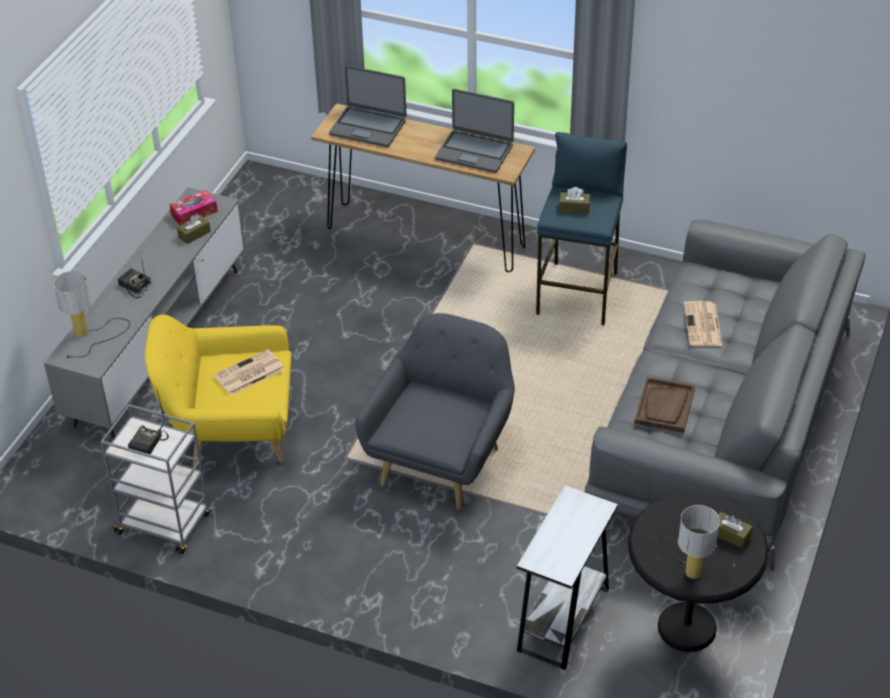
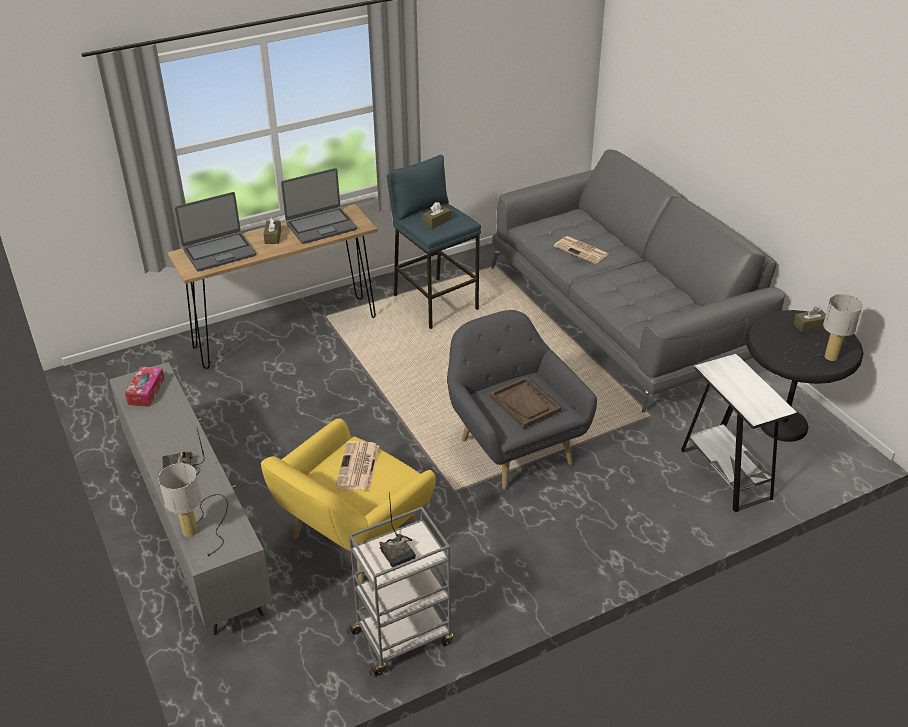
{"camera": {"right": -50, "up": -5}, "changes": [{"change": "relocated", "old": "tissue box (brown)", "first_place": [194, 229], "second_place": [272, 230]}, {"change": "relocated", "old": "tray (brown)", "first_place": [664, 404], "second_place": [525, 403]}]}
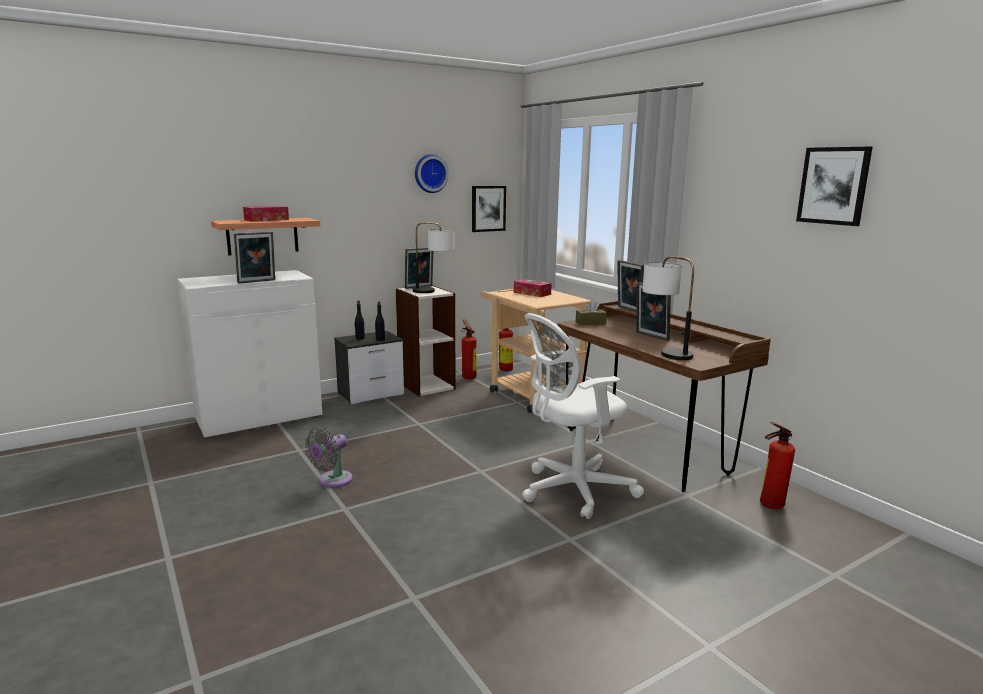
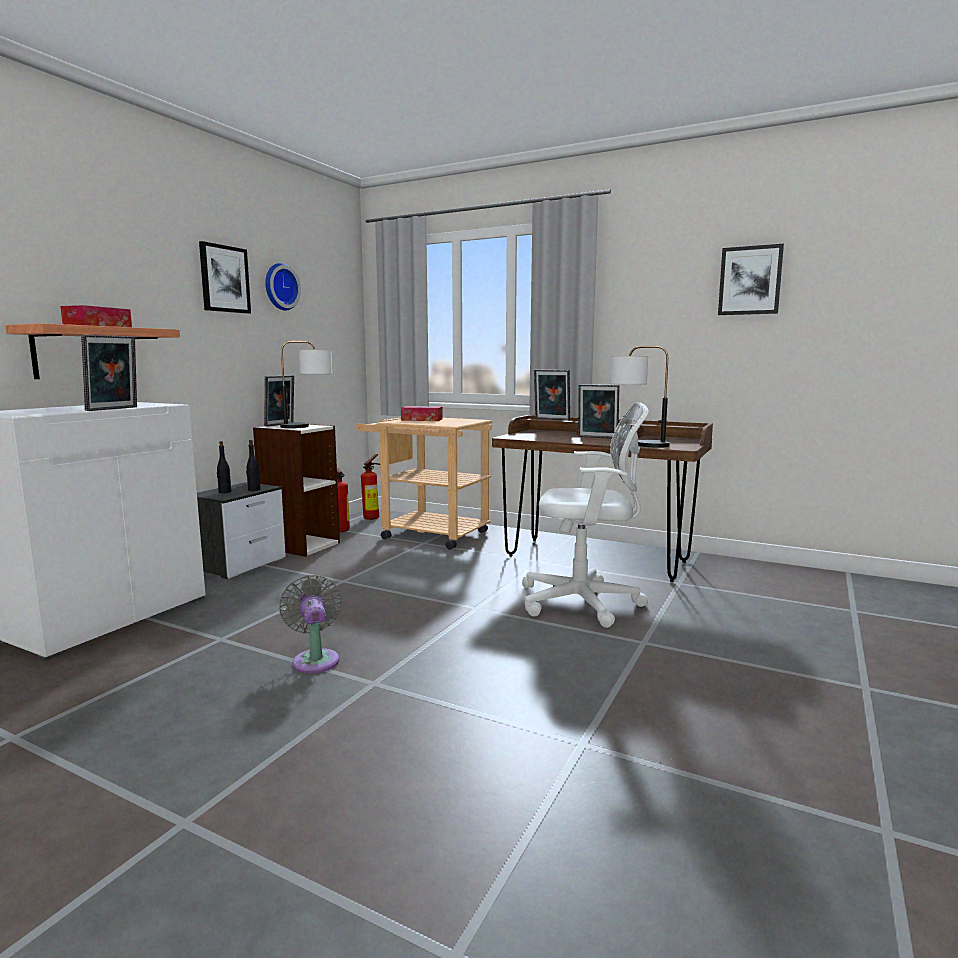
{"camera": {"right": -30, "up": -5}, "changes": [{"change": "relocated", "old": "picture", "first_place": [489, 209], "second_place": [225, 277]}, {"change": "spun", "old": "fan (grey)", "first_place": [329, 457], "second_place": [310, 624], "degrees": 150}, {"change": "spun", "old": "office chair (white)", "first_place": [583, 416], "second_place": [585, 515], "degrees": -120}, {"change": "missing", "old": "tissue box (brown)", "first_place": [591, 312]}, {"change": "missing", "old": "fire extinguisher", "first_place": [777, 465]}]}
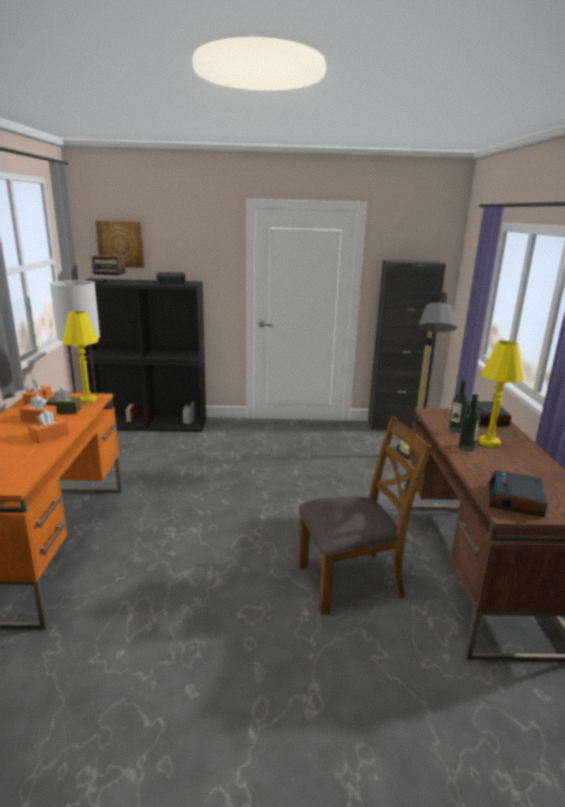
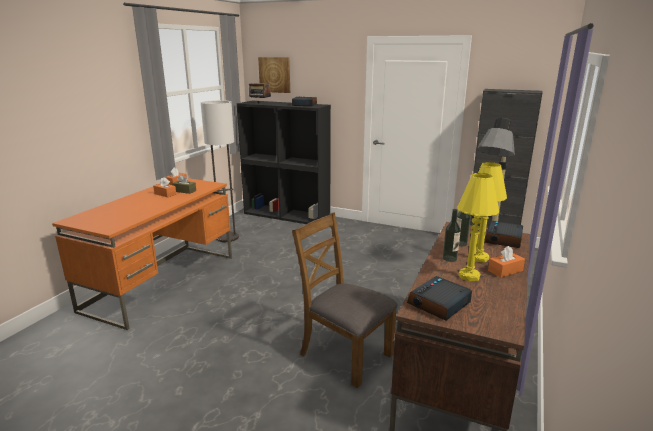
{"camera": {"right": 25, "up": 0}, "changes": [{"change": "spun", "old": "chair (brown)", "first_place": [365, 515], "second_place": [345, 300], "degrees": -150}, {"change": "relocated", "old": "table lamp (yellow)", "first_place": [81, 357], "second_place": [478, 227]}, {"change": "relocated", "old": "tissue box (orange)", "first_place": [48, 427], "second_place": [506, 262]}]}
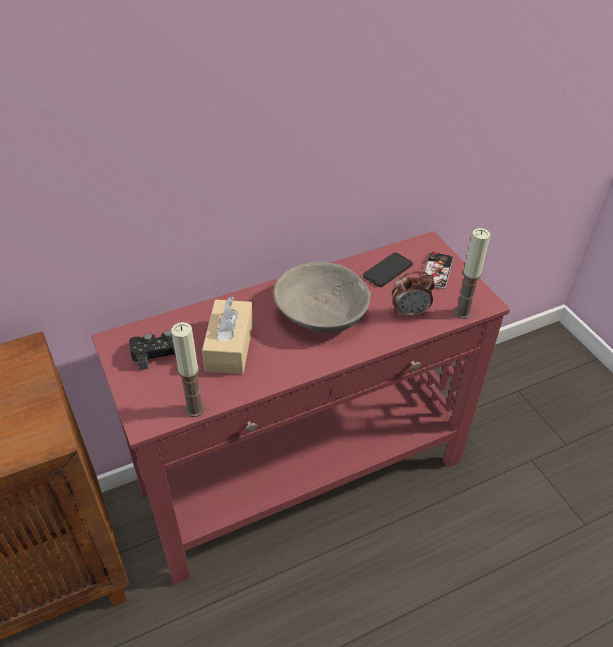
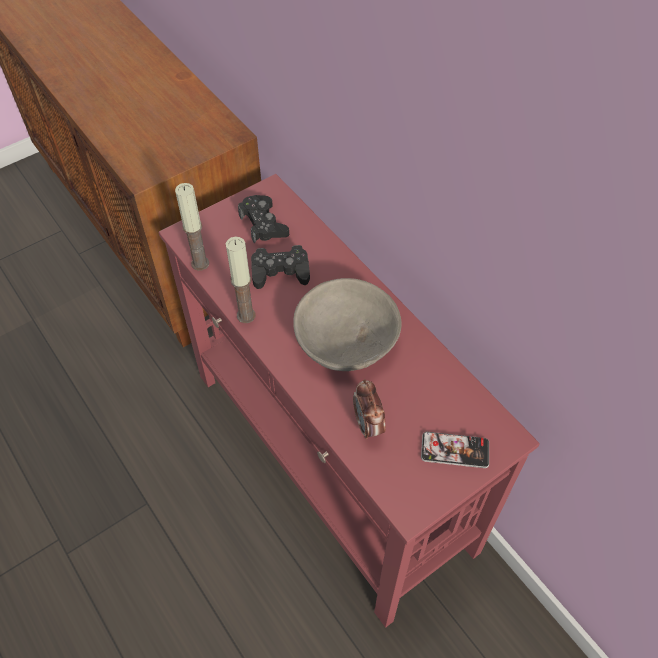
{"camera": {"right": 80, "up": 10}, "changes": [{"change": "relocated", "old": "candle", "first_place": [472, 273], "second_place": [241, 280]}, {"change": "exchanged", "old": "tissue box (beige)", "new": "game controller (black)", "first_place": [227, 335], "second_place": [280, 267]}, {"change": "missing", "old": "phone", "first_place": [388, 270]}]}
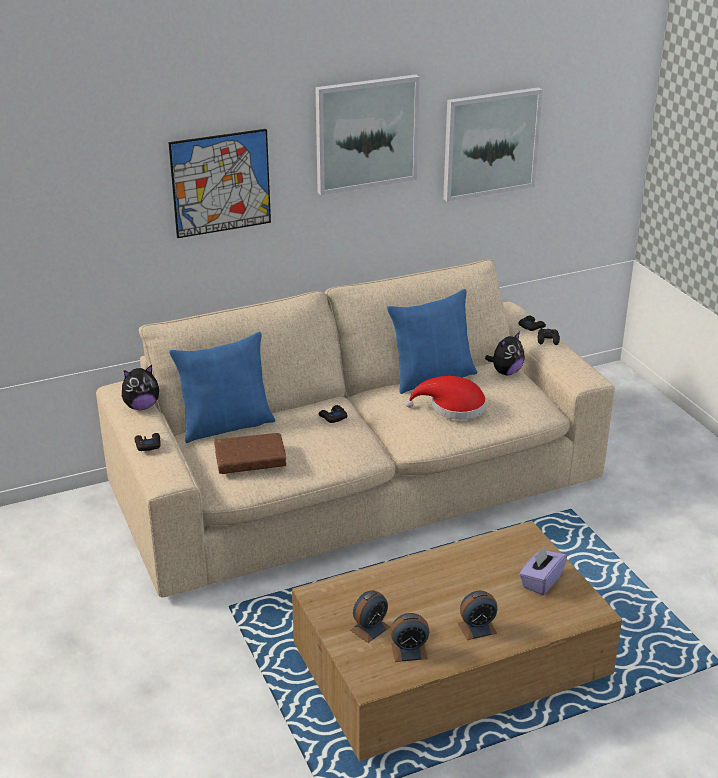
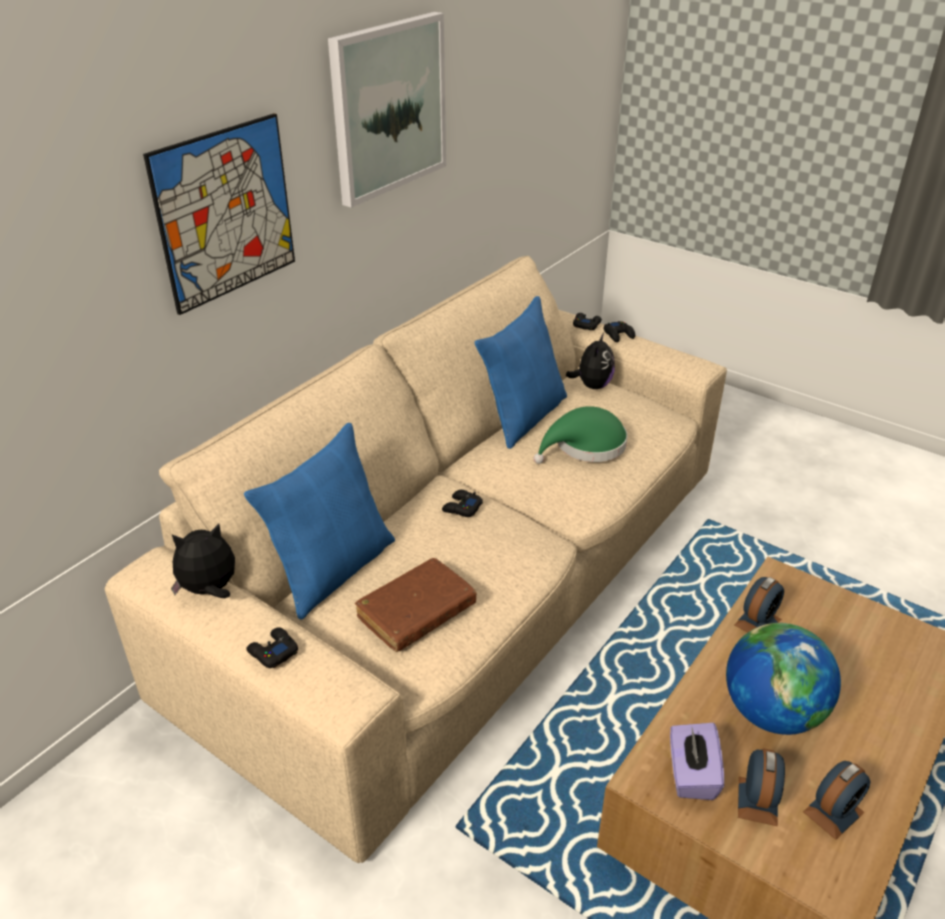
{"camera": {"right": -30, "up": 5}, "changes": [{"change": "spun", "old": "plush toy", "first_place": [140, 387], "second_place": [203, 560], "degrees": -150}, {"change": "colour", "old": "hat (red)", "new": "hat (green)", "first_place": [445, 398], "second_place": [580, 435]}, {"change": "relocated", "old": "tissue box (purple)", "first_place": [543, 570], "second_place": [697, 761]}, {"change": "appeared", "new": "globe", "second_place": [783, 679]}, {"change": "relocated", "old": "alarm clock", "first_place": [477, 615], "second_place": [759, 605]}, {"change": "missing", "old": "picture", "first_place": [493, 144]}]}
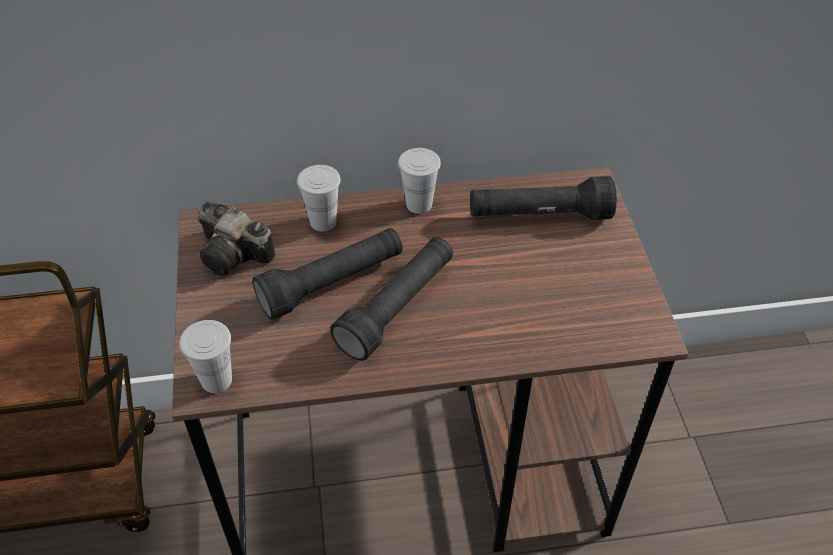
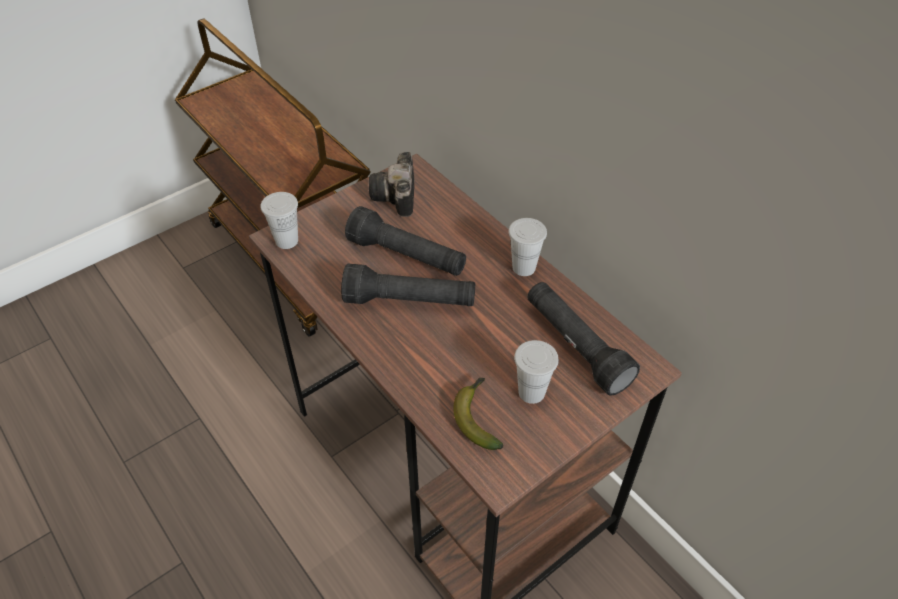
{"camera": {"right": 60, "up": 0}, "changes": [{"change": "appeared", "new": "banana", "second_place": [478, 414]}, {"change": "relocated", "old": "cup (white)", "first_place": [319, 198], "second_place": [536, 372]}]}
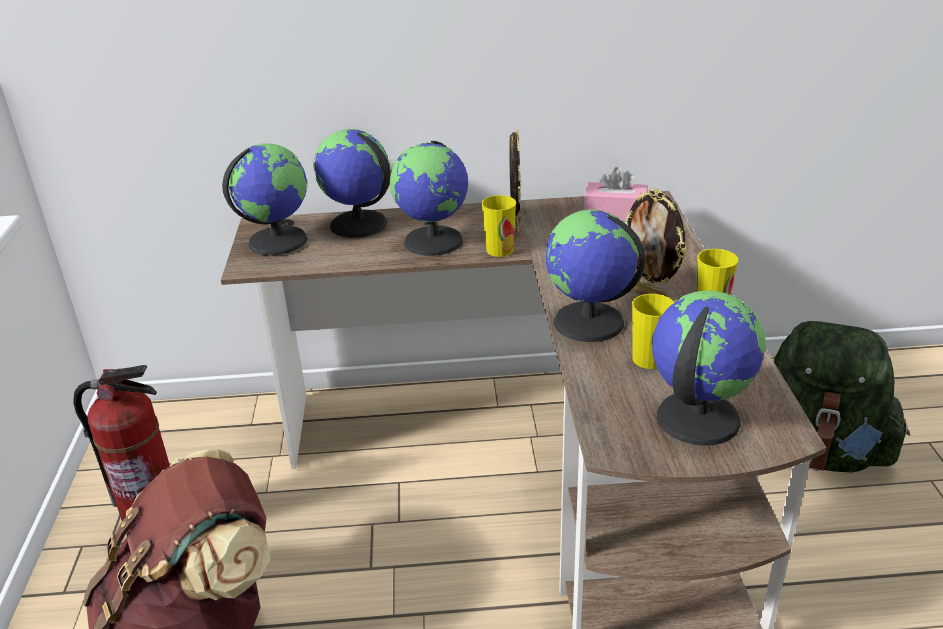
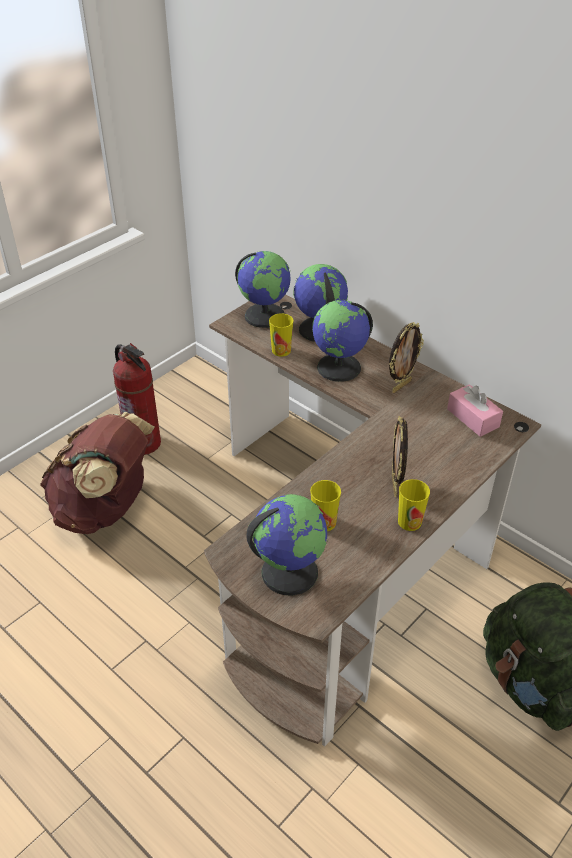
{"camera": {"right": 45, "up": 10}, "changes": [{"change": "relocated", "old": "cup", "first_place": [499, 226], "second_place": [281, 335]}, {"change": "missing", "old": "globe", "first_place": [596, 275]}]}
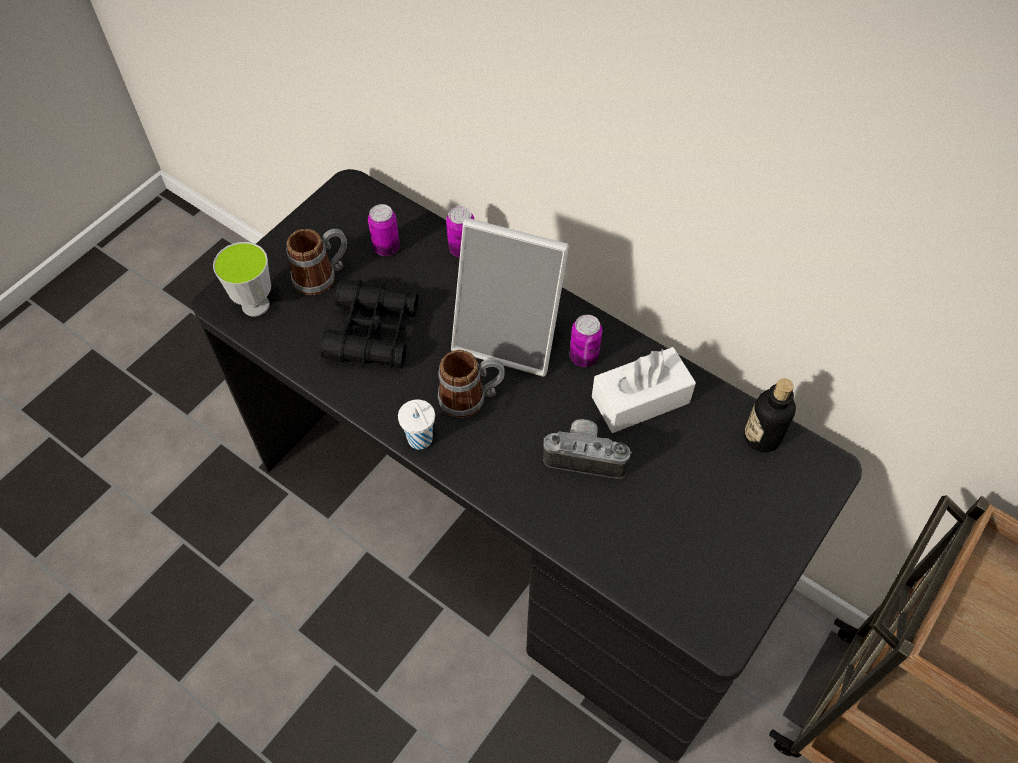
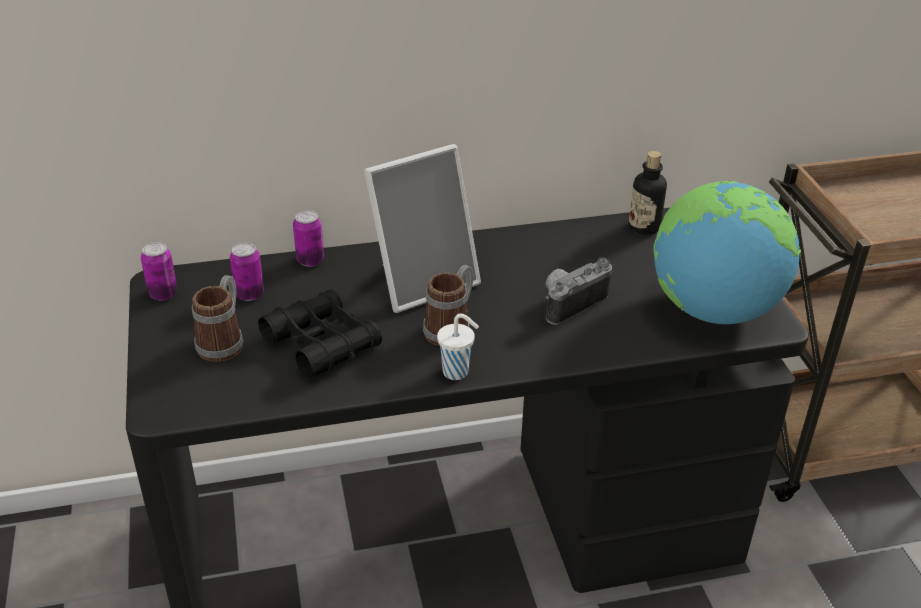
{"camera": {"right": -50, "up": -20}, "changes": [{"change": "relocated", "old": "can", "first_place": [586, 341], "second_place": [159, 271]}, {"change": "appeared", "new": "globe", "second_place": [727, 252]}, {"change": "missing", "old": "cup", "first_place": [242, 279]}, {"change": "missing", "old": "tissue box (white)", "first_place": [644, 390]}]}
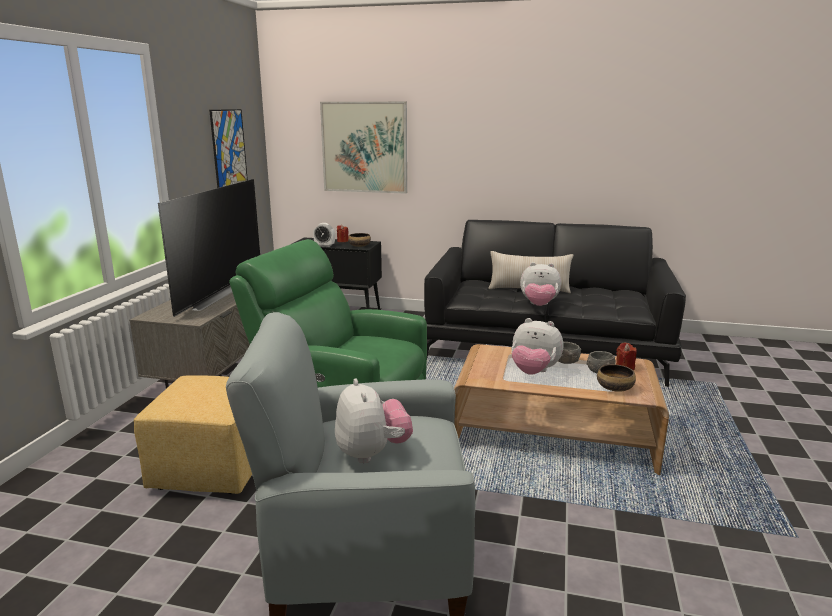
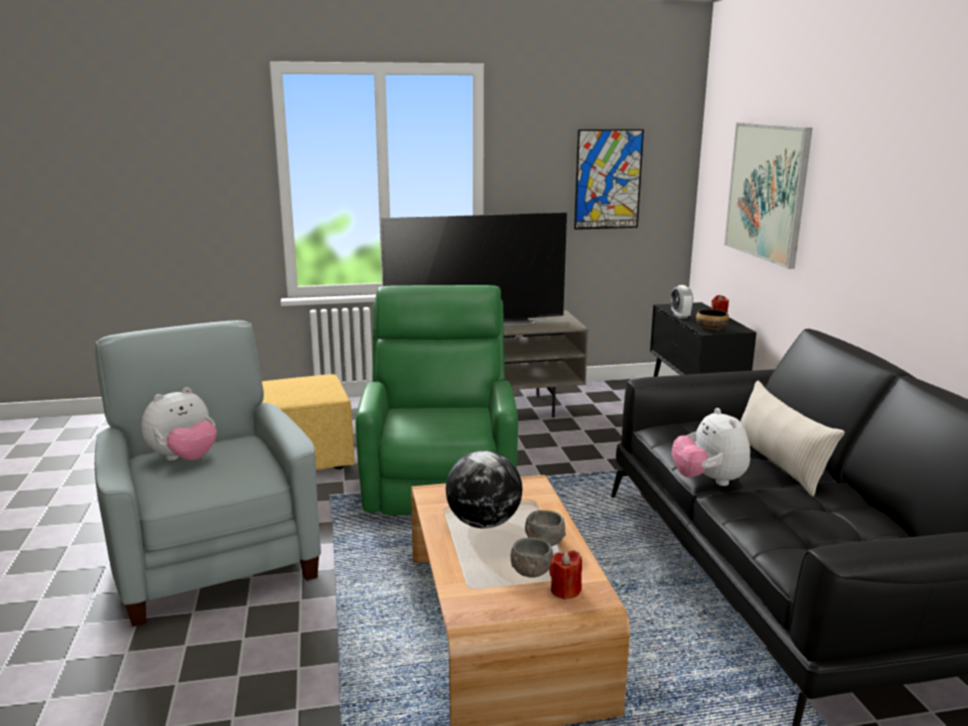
{"camera": {"right": 65, "up": 0}, "changes": [{"change": "exchanged", "old": "plush toy", "new": "globe", "first_place": [537, 346], "second_place": [484, 490]}, {"change": "missing", "old": "bowl", "first_place": [616, 378]}]}
